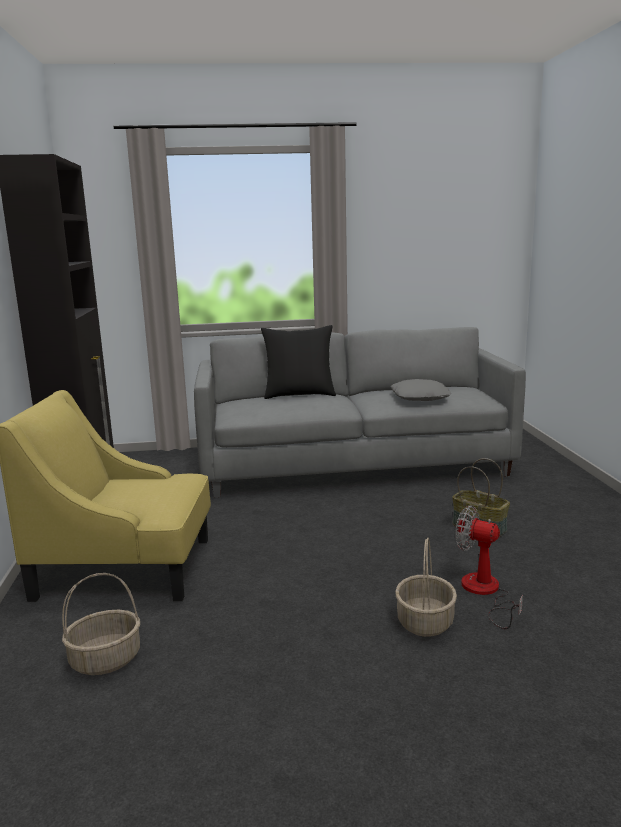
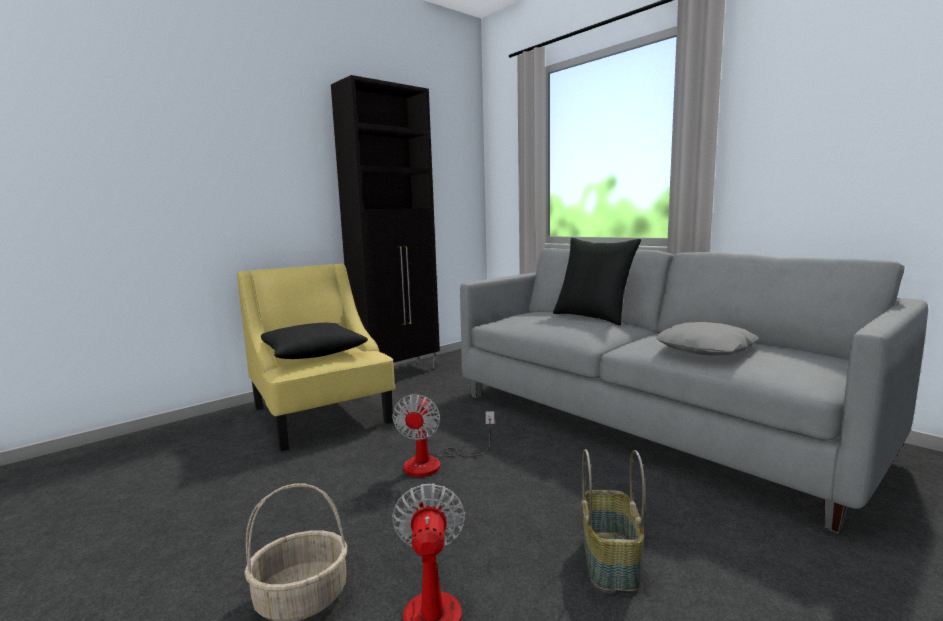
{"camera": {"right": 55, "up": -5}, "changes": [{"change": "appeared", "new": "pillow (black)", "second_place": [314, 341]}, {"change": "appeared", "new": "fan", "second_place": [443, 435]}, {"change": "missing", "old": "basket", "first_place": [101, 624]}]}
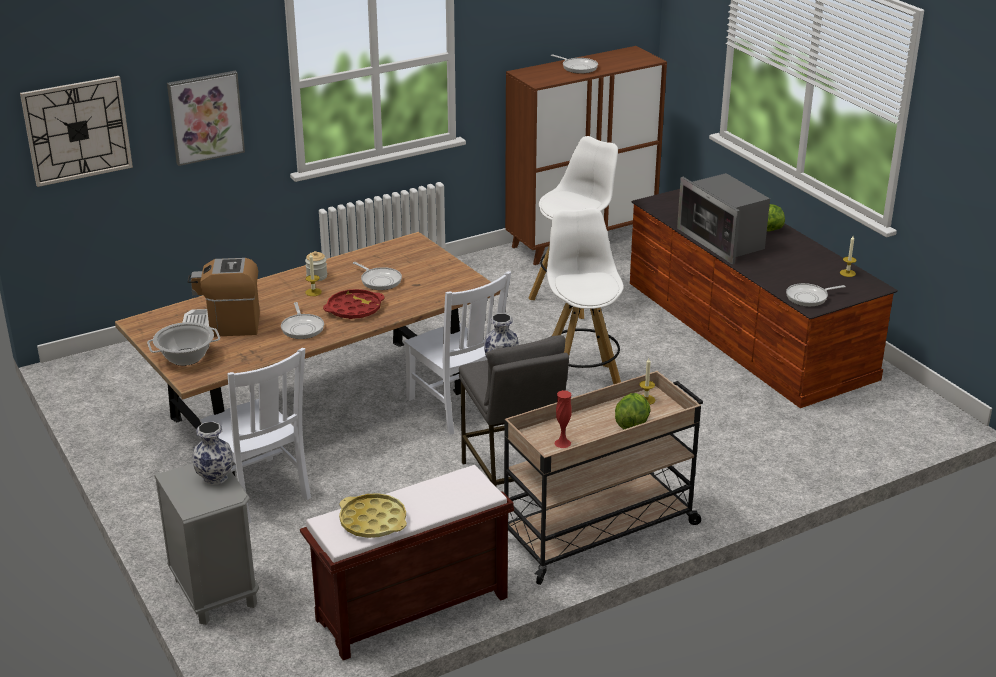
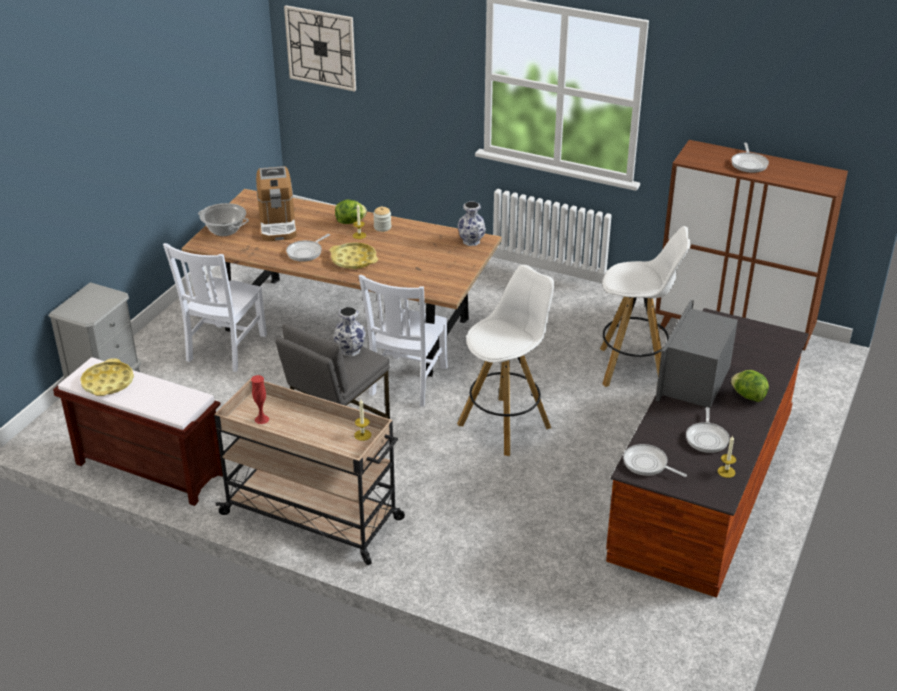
{"camera": {"right": 55, "up": 5}, "changes": [{"change": "spun", "old": "coffee machine", "first_place": [221, 297], "second_place": [276, 203], "degrees": -150}, {"change": "colour", "old": "tray (red)", "new": "tray (yellow)", "first_place": [354, 304], "second_place": [354, 255]}, {"change": "relocated", "old": "lettuce", "first_place": [633, 411], "second_place": [351, 212]}, {"change": "relocated", "old": "vase", "first_place": [212, 453], "second_place": [472, 223]}, {"change": "relocated", "old": "frying pan", "first_place": [377, 276], "second_place": [708, 430]}, {"change": "missing", "old": "picture", "first_place": [206, 118]}]}
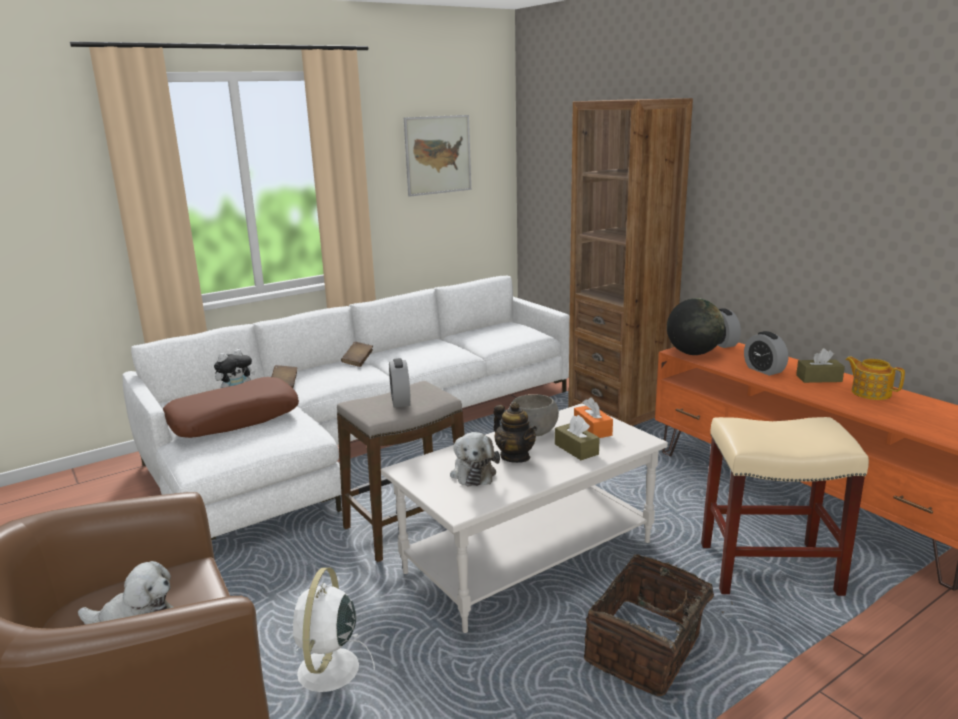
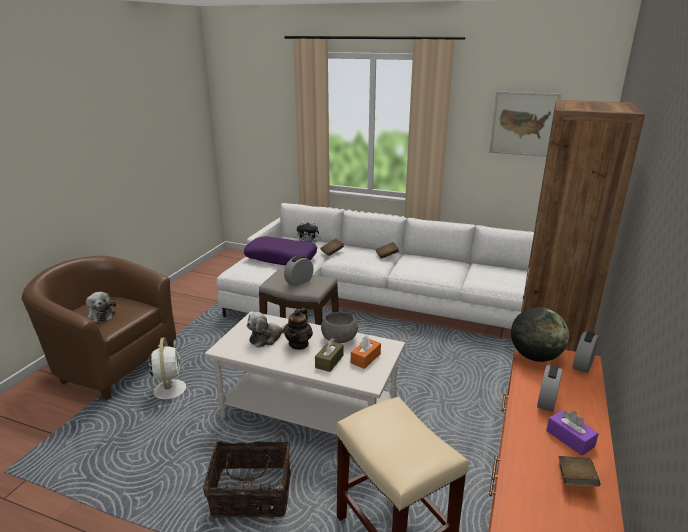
{"camera": {"right": 55, "up": 5}, "changes": [{"change": "spun", "old": "fan (white)", "first_place": [334, 629], "second_place": [167, 372], "degrees": 105}, {"change": "colour", "old": "pillow (brown)", "new": "pillow (purple)", "first_place": [231, 407], "second_place": [280, 250]}, {"change": "colour", "old": "tissue box (brown)", "new": "tissue box (purple)", "first_place": [820, 365], "second_place": [572, 433]}, {"change": "exchanged", "old": "teapot", "new": "book (brown)", "first_place": [875, 378], "second_place": [579, 471]}]}
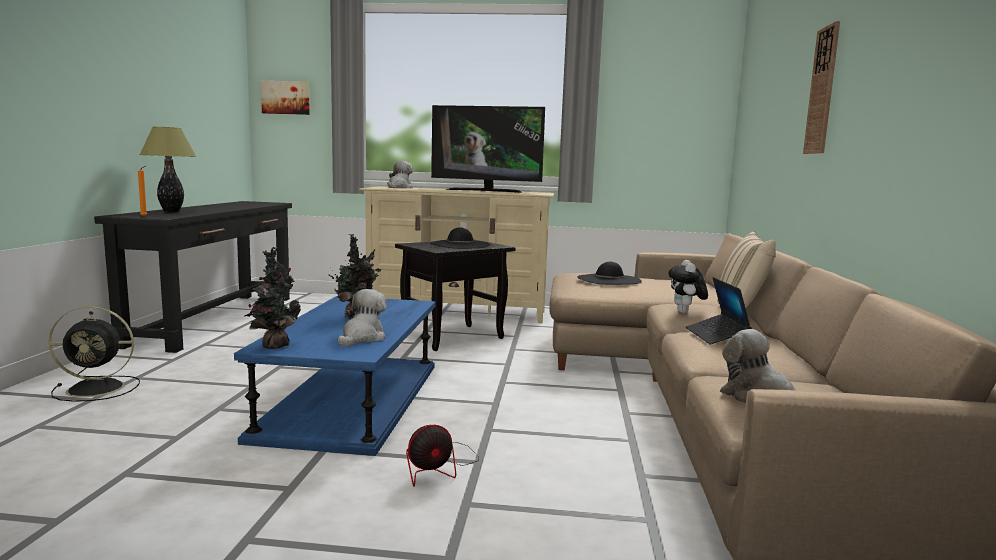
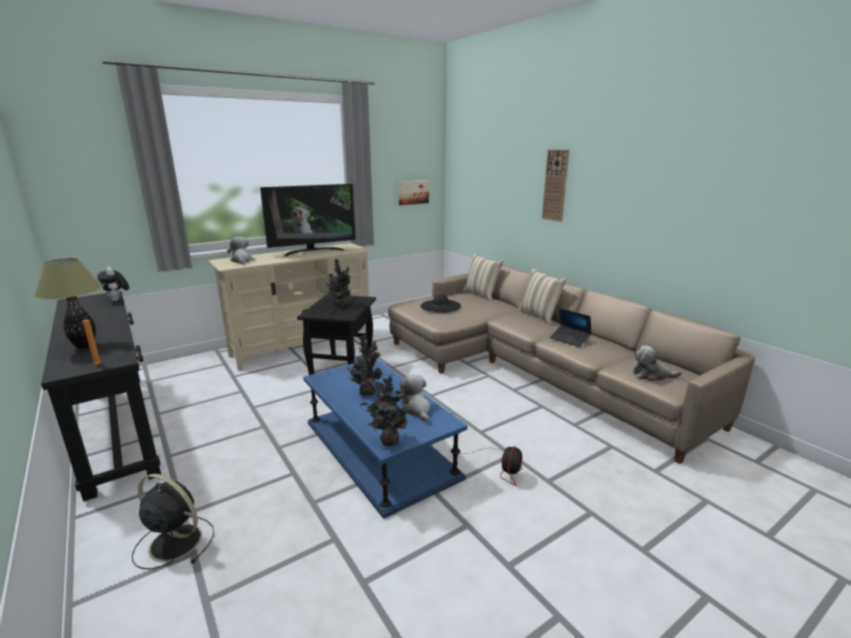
{"camera": {"right": -40, "up": 10}, "changes": [{"change": "relocated", "old": "plush toy", "first_place": [688, 286], "second_place": [113, 283]}, {"change": "spun", "old": "fan (black)", "first_place": [94, 354], "second_place": [173, 521], "degrees": -105}, {"change": "exchanged", "old": "hat (black)", "new": "potted plant", "first_place": [460, 238], "second_place": [338, 283]}, {"change": "relocated", "old": "picture", "first_place": [285, 98], "second_place": [413, 192]}, {"change": "appeared", "new": "pillow (beige)", "second_place": [483, 277]}]}
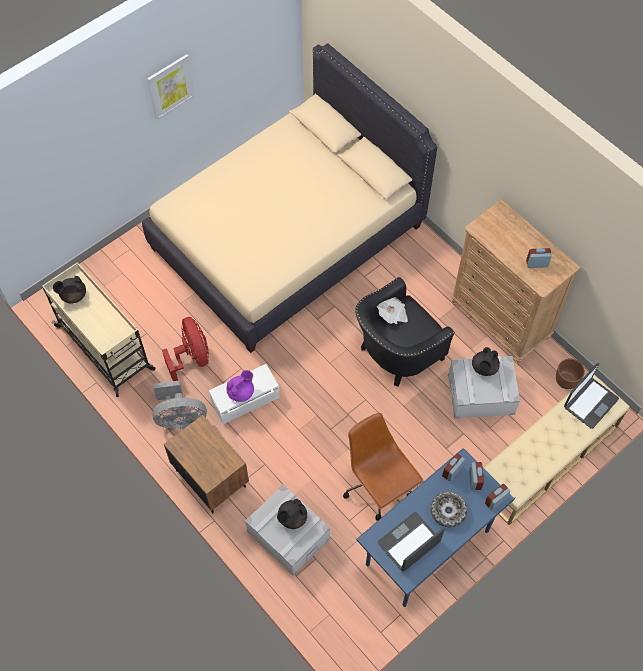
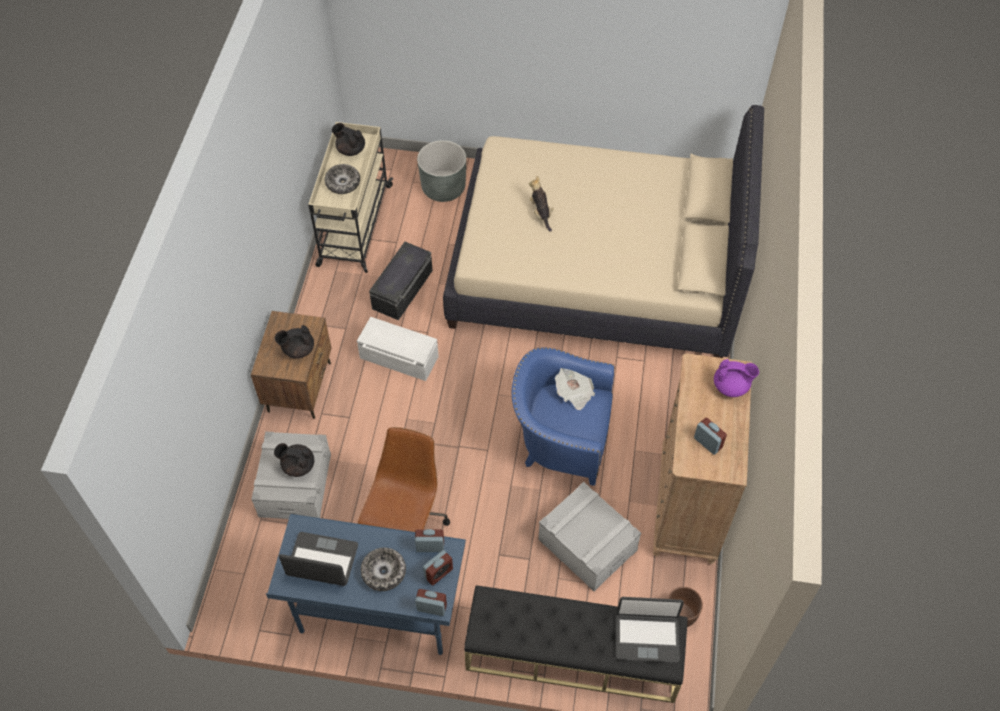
{"camera": {"right": 50, "up": -5}, "changes": [{"change": "relocated", "old": "teapot (black)", "first_place": [486, 361], "second_place": [294, 342]}, {"change": "appeared", "new": "bowl", "second_place": [342, 179]}, {"change": "exchanged", "old": "fan (red)", "new": "storage box (black)", "first_place": [185, 349], "second_place": [401, 281]}, {"change": "appeared", "new": "planter (grey)", "second_place": [441, 171]}, {"change": "colour", "old": "bench (beige)", "new": "bench (black)", "first_place": [557, 450], "second_place": [576, 644]}, {"change": "colour", "old": "armchair (black)", "new": "armchair (blue)", "first_place": [405, 332], "second_place": [563, 417]}, {"change": "appeared", "new": "plush toy", "second_place": [541, 204]}, {"change": "relocated", "old": "teapot (purple)", "first_place": [240, 386], "second_place": [736, 378]}, {"change": "missing", "old": "picture", "first_place": [171, 87]}, {"change": "missing", "old": "fan (grey)", "first_place": [179, 405]}]}
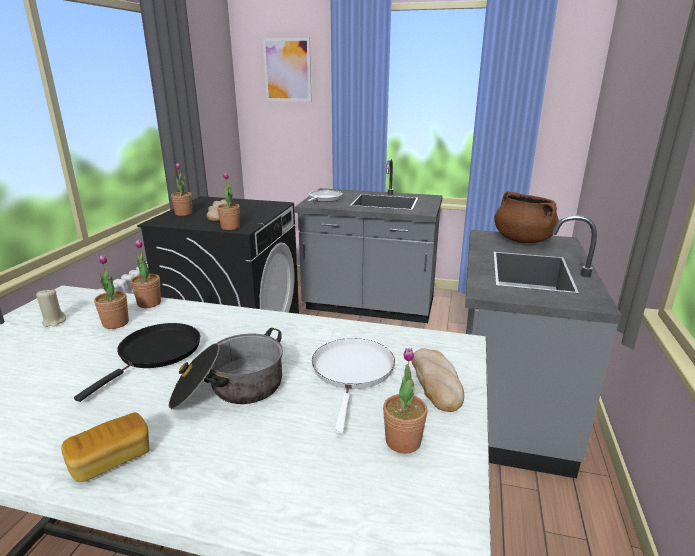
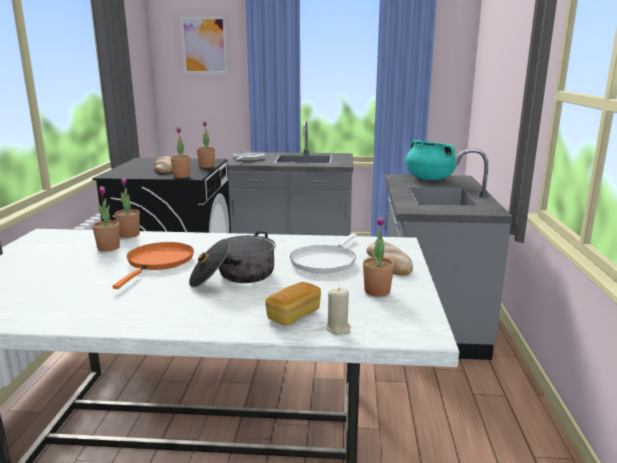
{"camera": {"right": -10, "up": -5}, "changes": [{"change": "colour", "old": "frying pan (black)", "new": "frying pan (orange)", "first_place": [137, 362], "second_place": [153, 265]}, {"change": "relocated", "old": "potted plant", "first_place": [181, 189], "second_place": [206, 144]}, {"change": "relocated", "old": "bread", "first_place": [105, 447], "second_place": [293, 303]}, {"change": "spun", "old": "frying pan (white)", "first_place": [353, 386], "second_place": [323, 253], "degrees": -150}, {"change": "relocated", "old": "candle (beige)", "first_place": [51, 308], "second_place": [338, 311]}, {"change": "colour", "old": "cooking pot (brown)", "new": "cooking pot (turquoise)", "first_place": [526, 217], "second_place": [431, 160]}]}
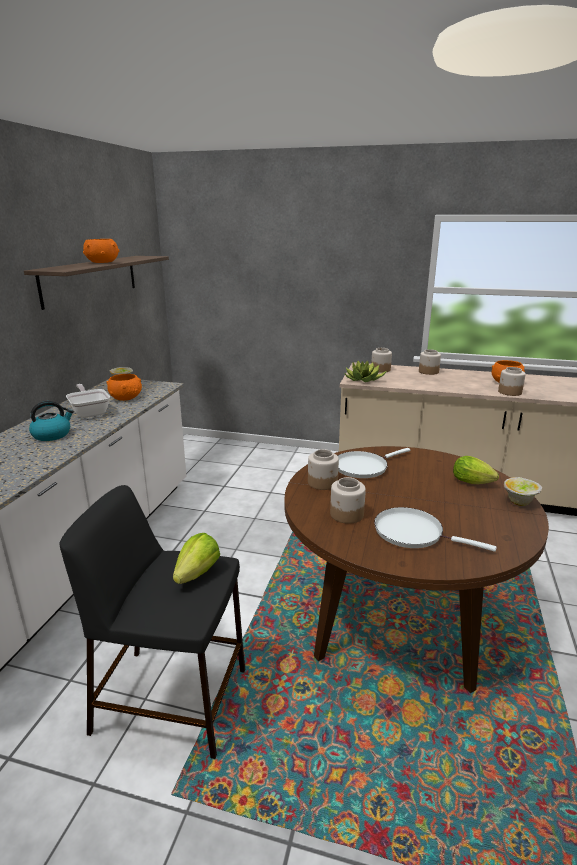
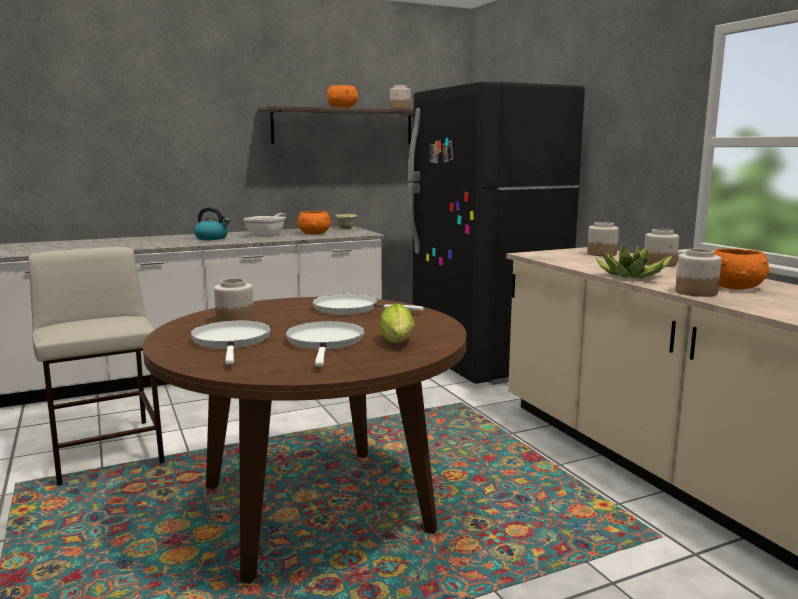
{"camera": {"right": 50, "up": -10}, "changes": [{"change": "colour", "old": "stool (black)", "new": "stool (beige)", "first_place": [152, 622], "second_place": [96, 366]}, {"change": "appeared", "new": "frying pan (white)", "second_place": [325, 343]}, {"change": "relocated", "old": "jar", "first_place": [323, 469], "second_place": [400, 97]}, {"change": "appeared", "new": "fridge (black)", "second_place": [496, 233]}, {"change": "relocated", "old": "potted plant", "first_place": [365, 371], "second_place": [634, 261]}, {"change": "missing", "old": "lettuce", "first_place": [196, 558]}, {"change": "missing", "old": "bowl", "first_place": [523, 491]}]}
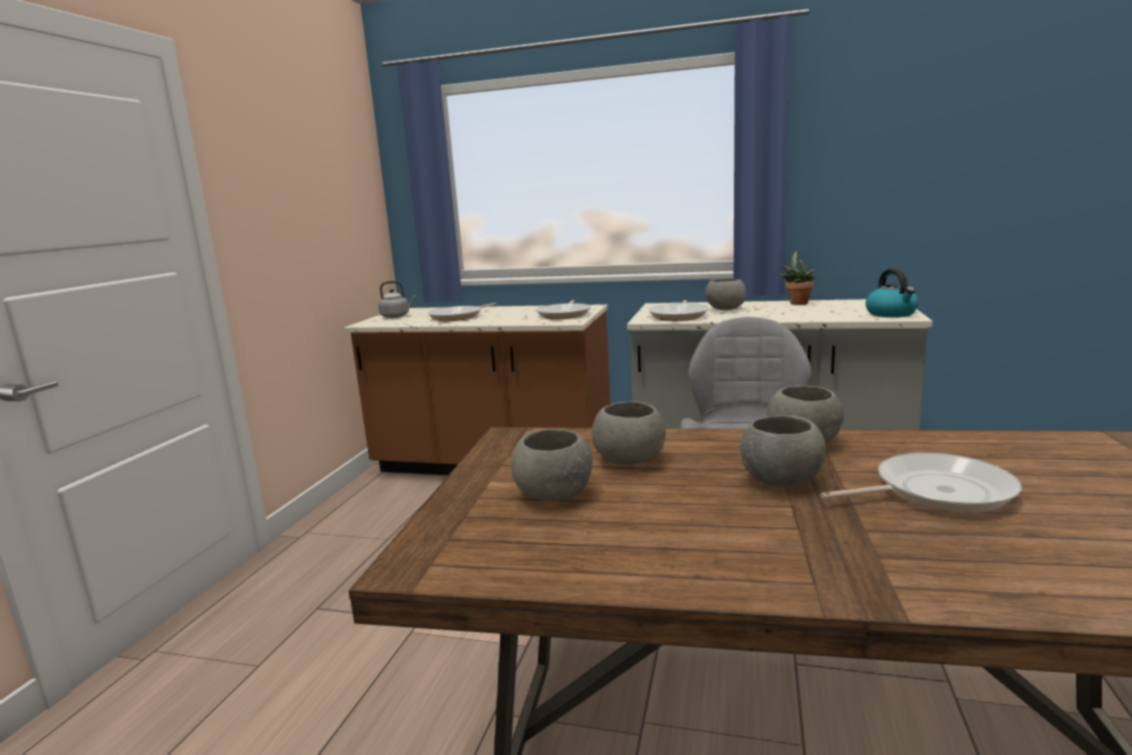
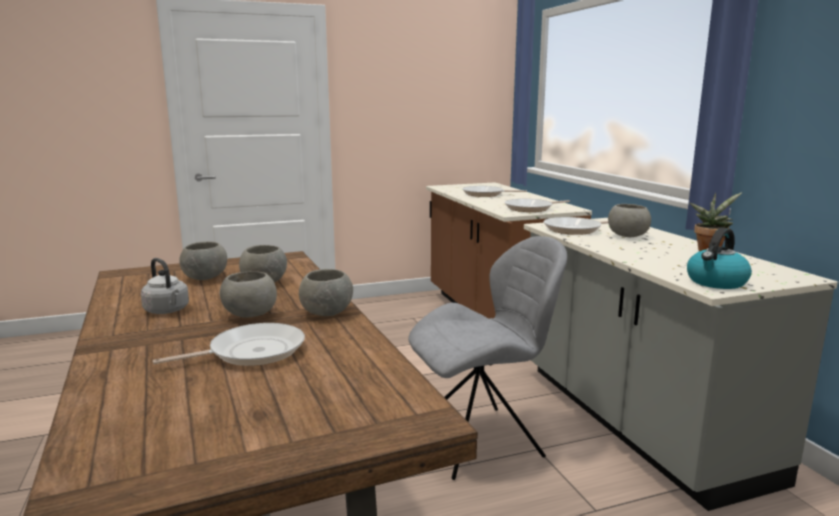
{"camera": {"right": 55, "up": 0}, "changes": [{"change": "relocated", "old": "kettle (grey)", "first_place": [397, 299], "second_place": [165, 286]}, {"change": "spun", "old": "frying pan", "first_place": [921, 482], "second_place": [229, 344], "degrees": -75}]}
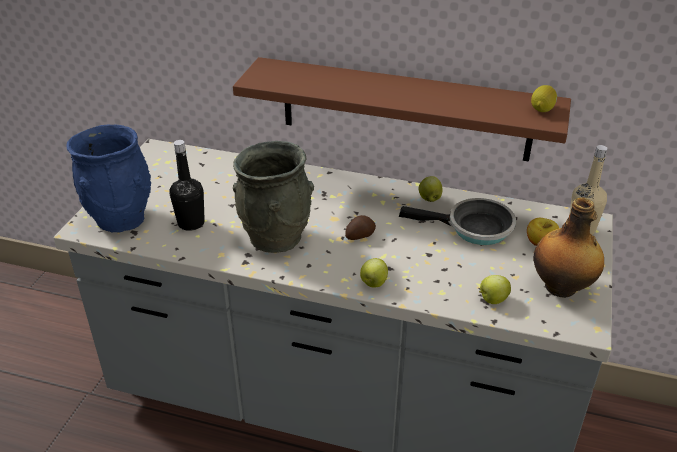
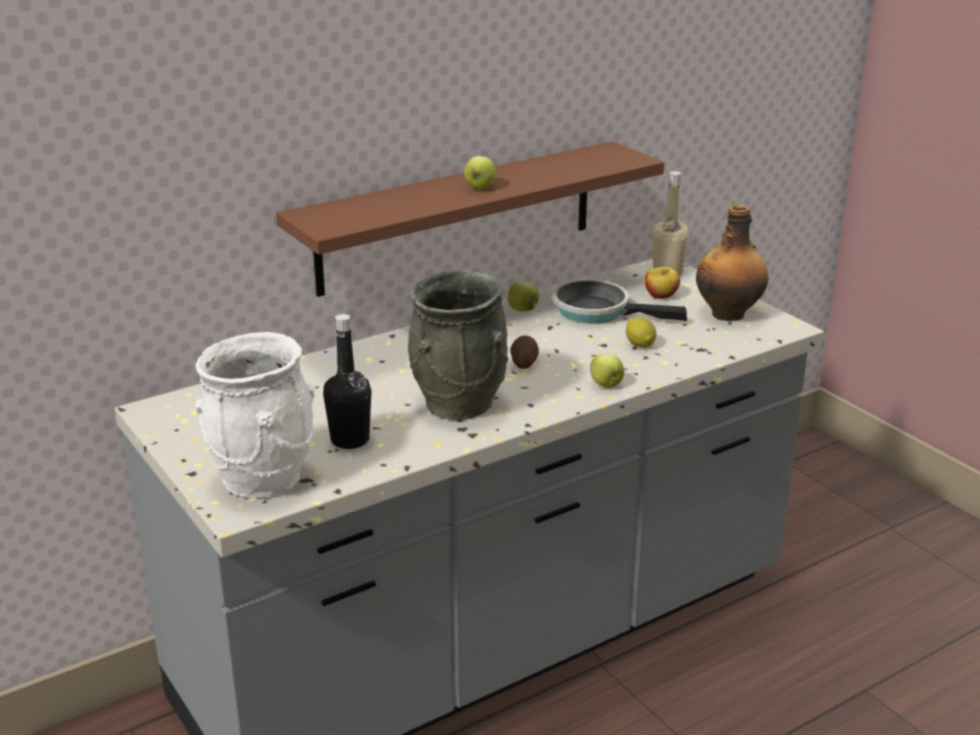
{"camera": {"right": -50, "up": -10}, "changes": [{"change": "colour", "old": "vase (blue)", "new": "vase (white)", "first_place": [108, 178], "second_place": [255, 415]}, {"change": "relocated", "old": "apple", "first_place": [495, 289], "second_place": [480, 172]}, {"change": "spun", "old": "frying pan", "first_place": [457, 221], "second_place": [619, 301], "degrees": -120}, {"change": "relocated", "old": "lemon", "first_place": [544, 98], "second_place": [641, 332]}]}
